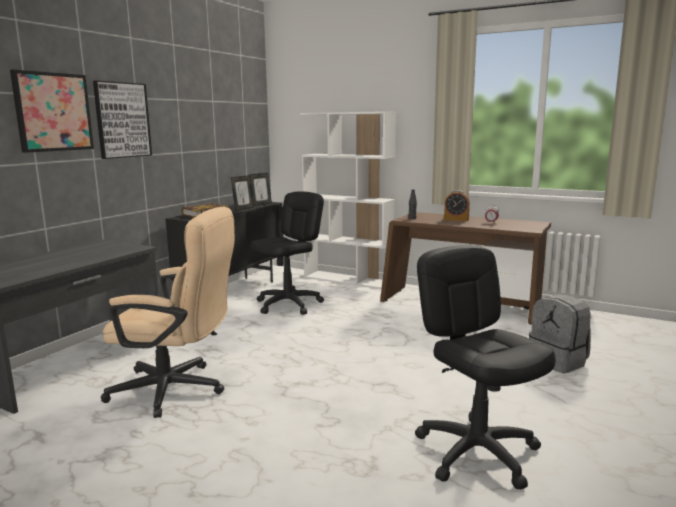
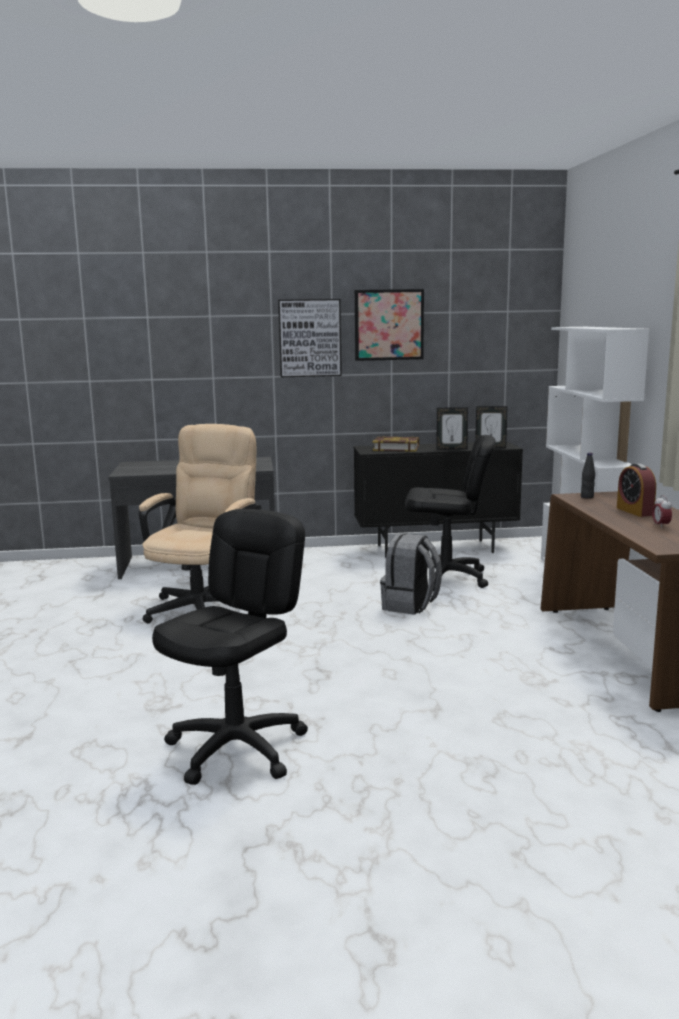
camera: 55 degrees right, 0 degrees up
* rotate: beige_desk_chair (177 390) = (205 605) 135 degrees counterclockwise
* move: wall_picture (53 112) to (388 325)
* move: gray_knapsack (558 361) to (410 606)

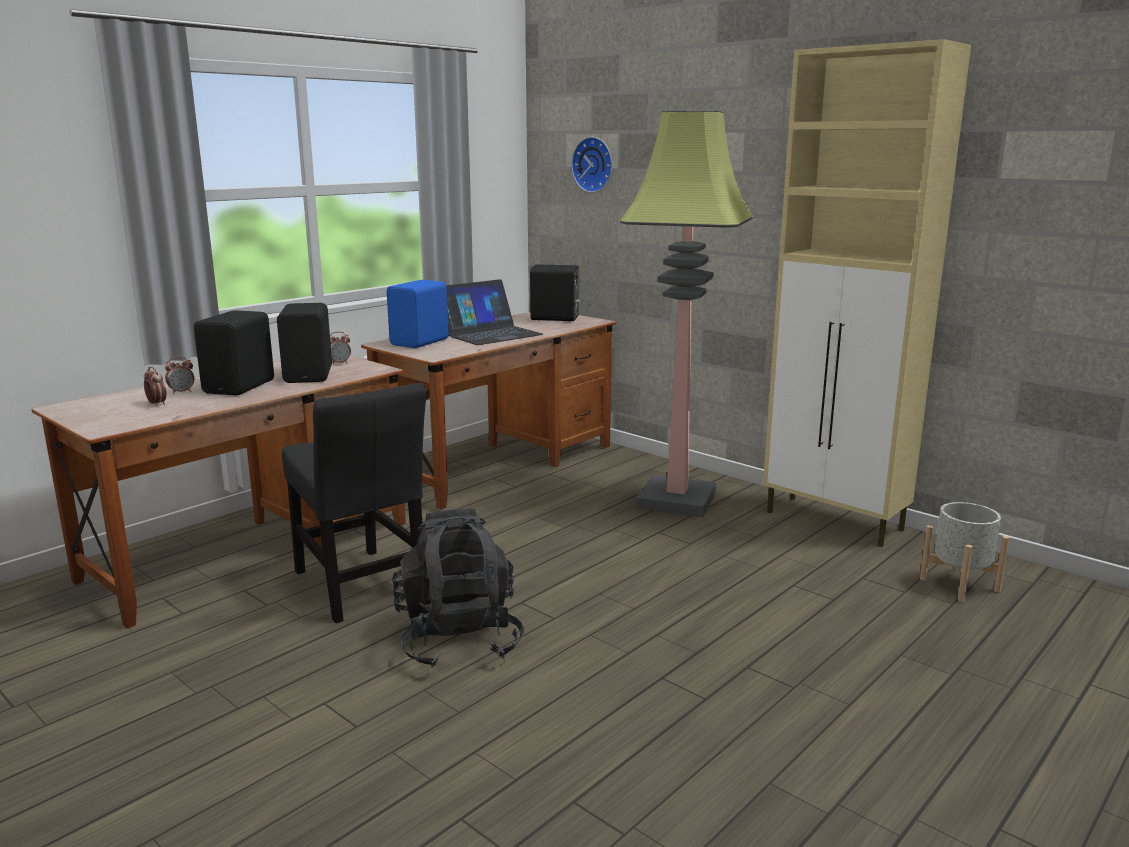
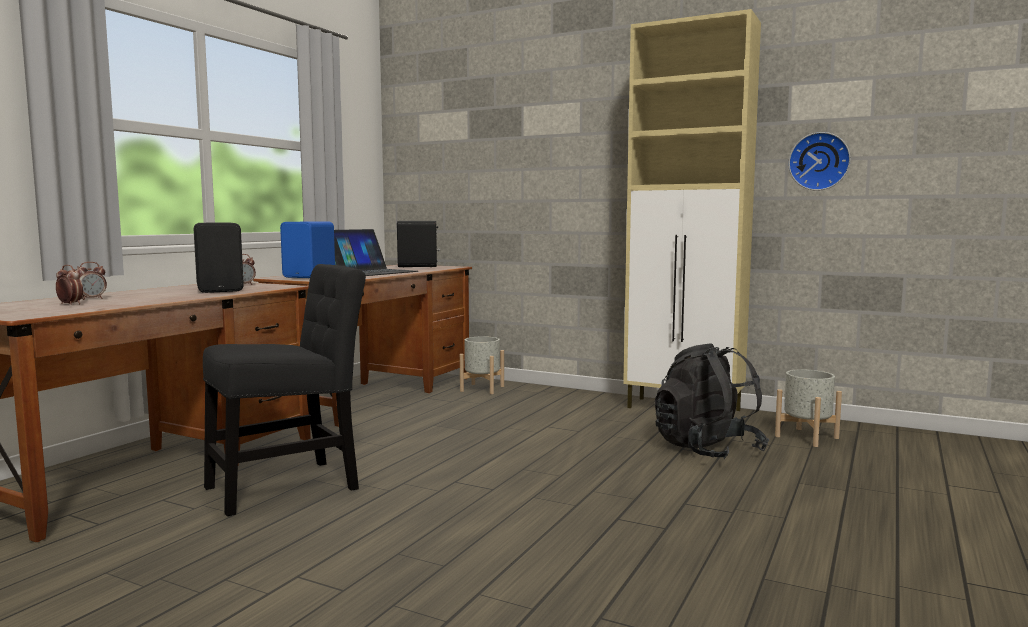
camera: 15 degrees left, 10 degrees down
* rotate: black_chair (361 587) = (290 486) 75 degrees counterclockwise
* insert: gray_plant_pot (482 389)
* move: black_knapsack (458 639) to (707 450)
* move: clock_on_the_wall (594 164) to (819 161)
* delete: black_loudspeaker (241 387)
* delete: standard_lamp (678 500)

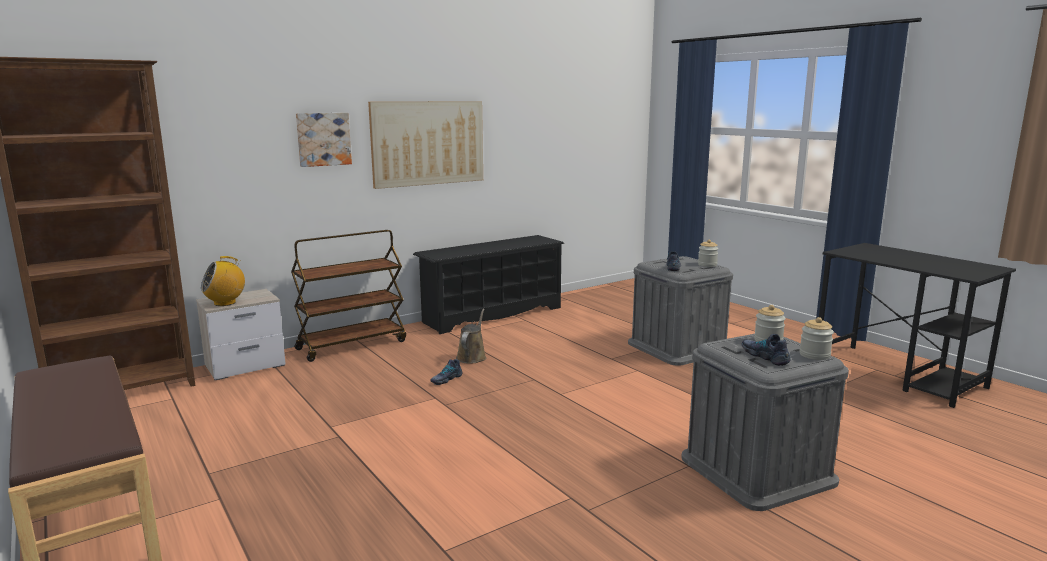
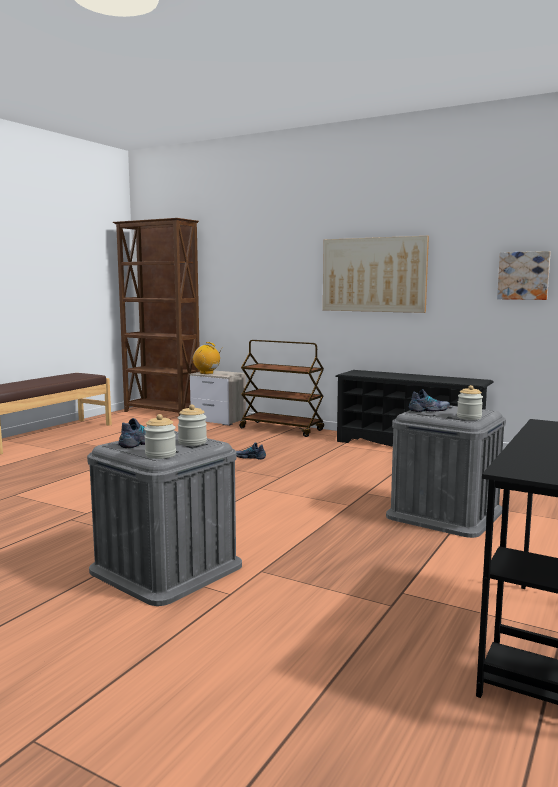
camera: 65 degrees right, 5 degrees down
* move: wall_picture (323 139) to (523 275)
* delete: brown_watering_can (472 356)

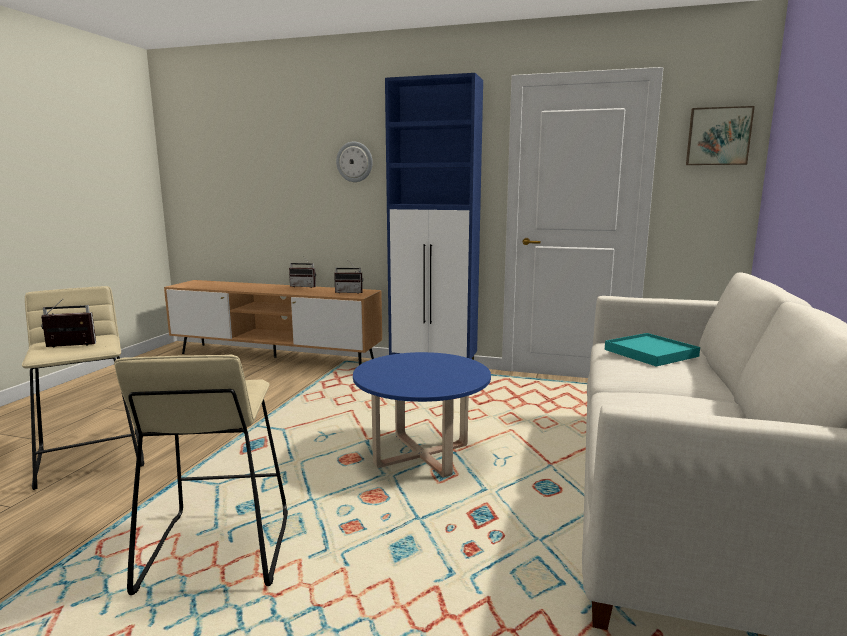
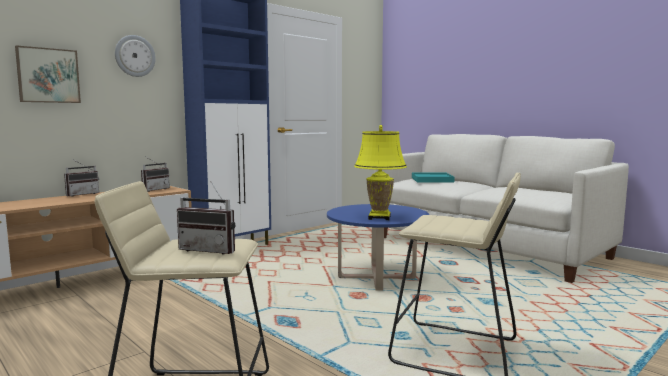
camera: 60 degrees left, 5 degrees down
* move: wall_picture (718 136) to (48 75)
* rotate: radio_receiver (69 347) = (211 250) 90 degrees counterclockwise
* insert: yellowish_lamp_for_a_table (379 217)

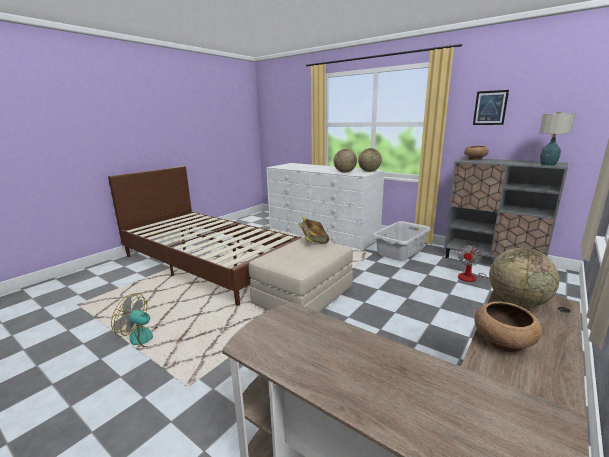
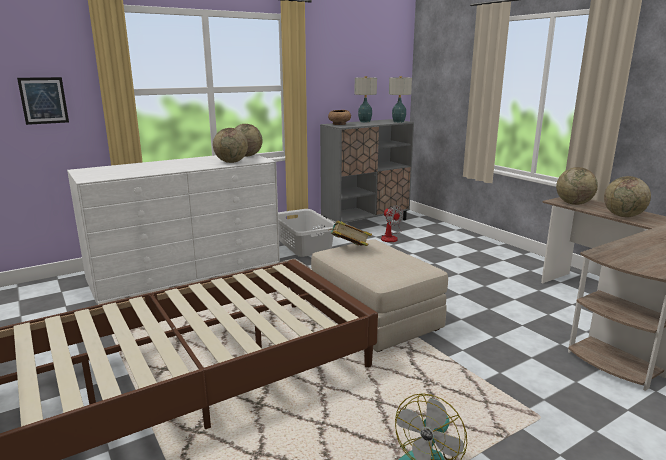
camera: 70 degrees left, 0 degrees up
* move: wall_picture (490 108) to (43 100)
* insert: lamp_for_a_table (364 121)
* replace: brown_deep_dish (503 342) to globe (623 216)

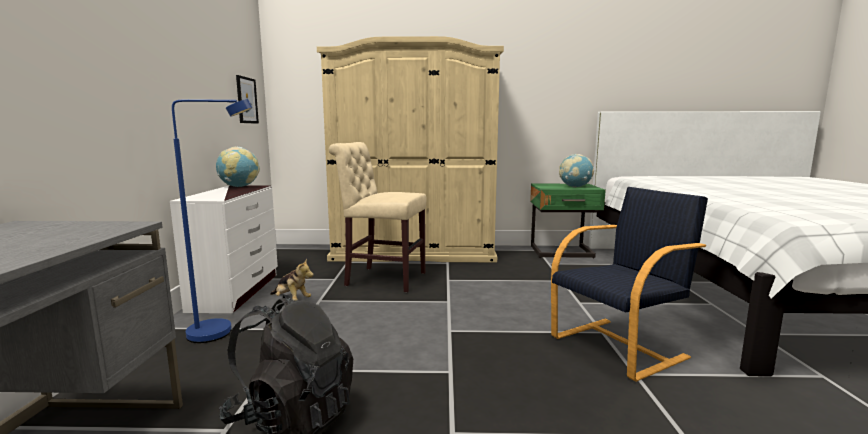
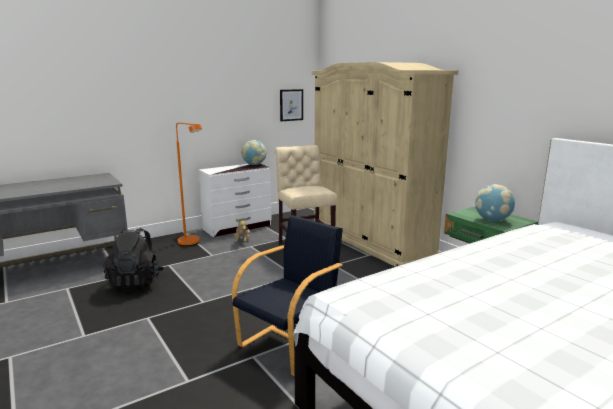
camera: 55 degrees right, 5 degrees up
* recolor: blue-coloured_standard_lamp (222 332) to orangey_standard_lamp (192 243)
* rotate: black_lounge_chair (619 347) = (290 345) 75 degrees counterclockwise

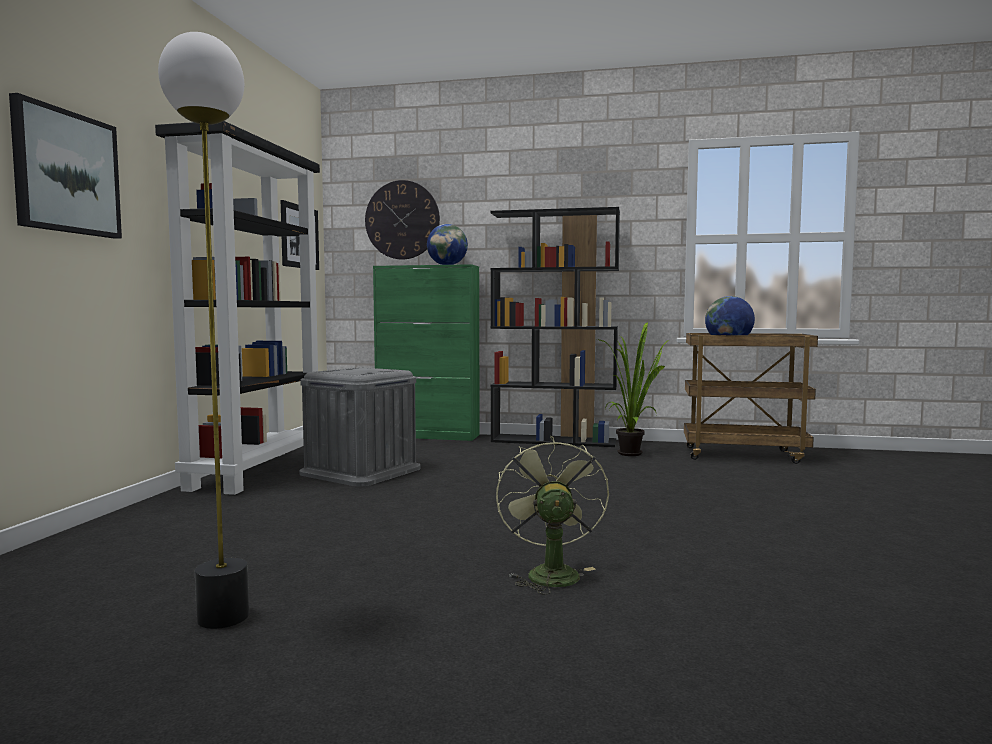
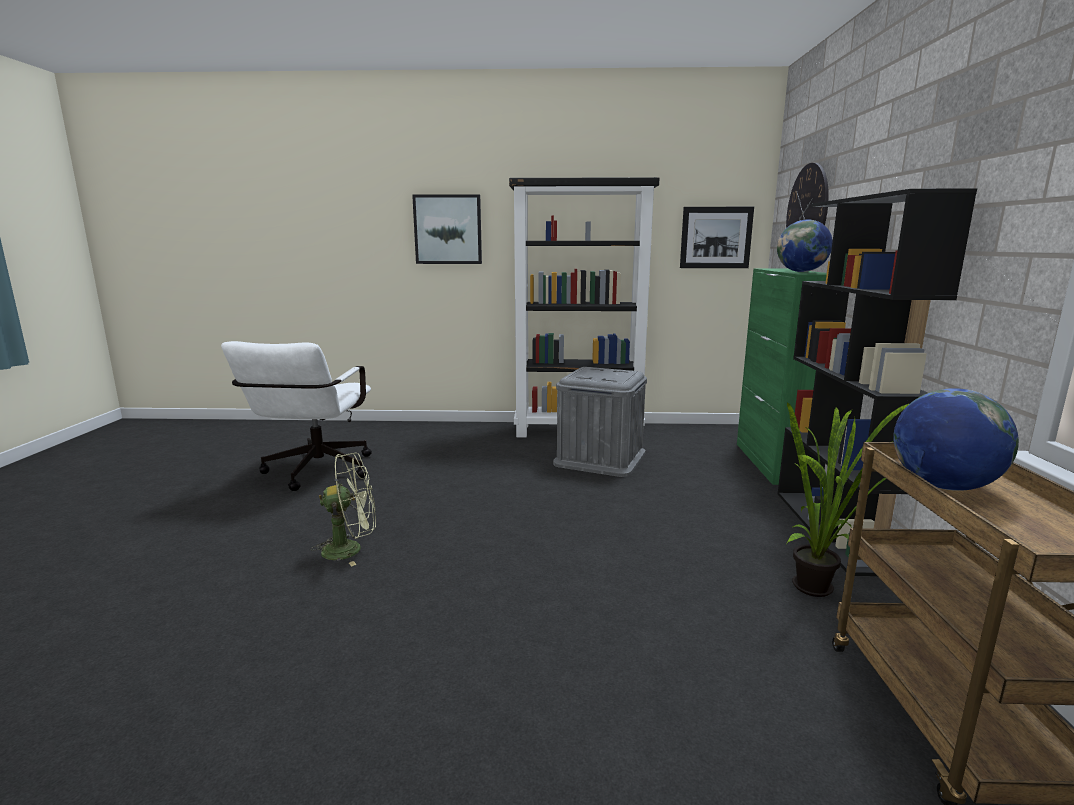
camera: 80 degrees right, 10 degrees up
* replace: standard_lamp (223 617) to white_desk_chair (314 474)

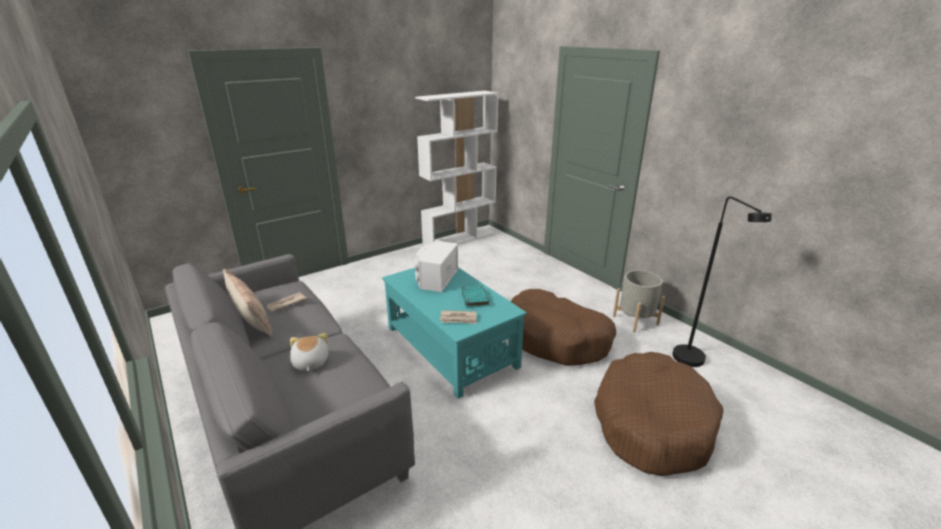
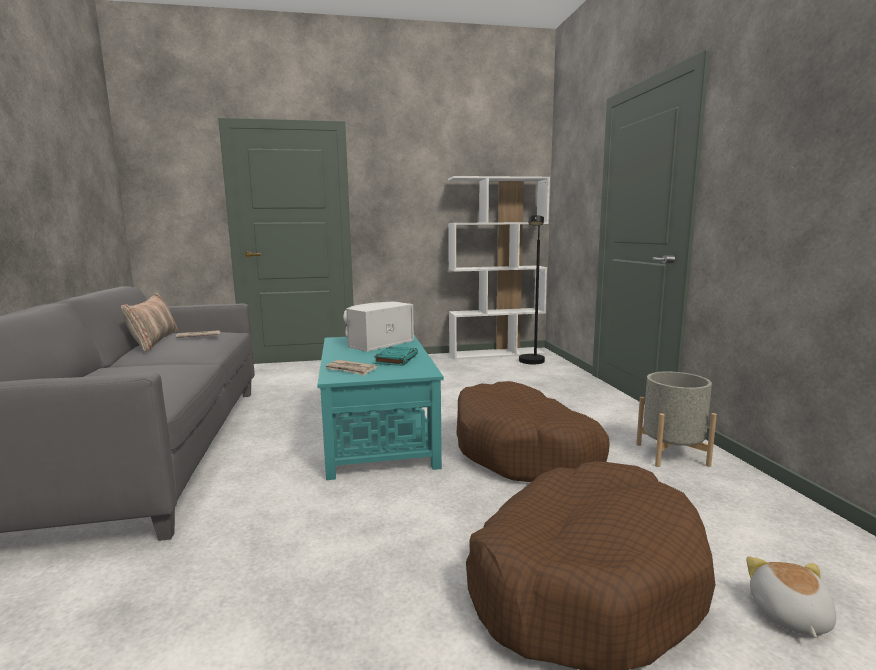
camera: 25 degrees right, 15 degrees down
* move: black_standard_lamp (694 363) to (532 363)
* move: soft_toy (310 363) to (789 616)

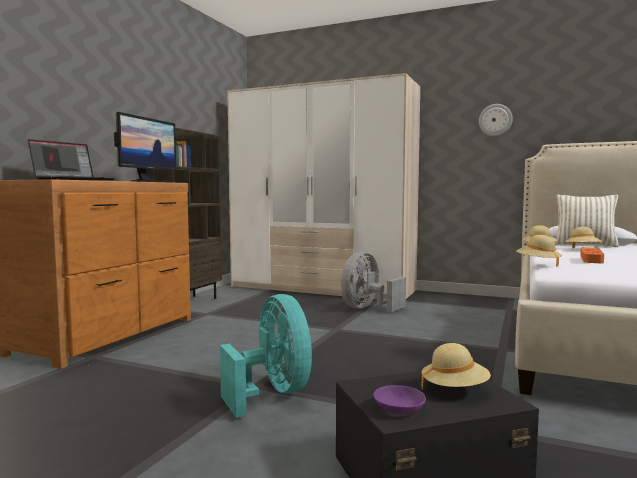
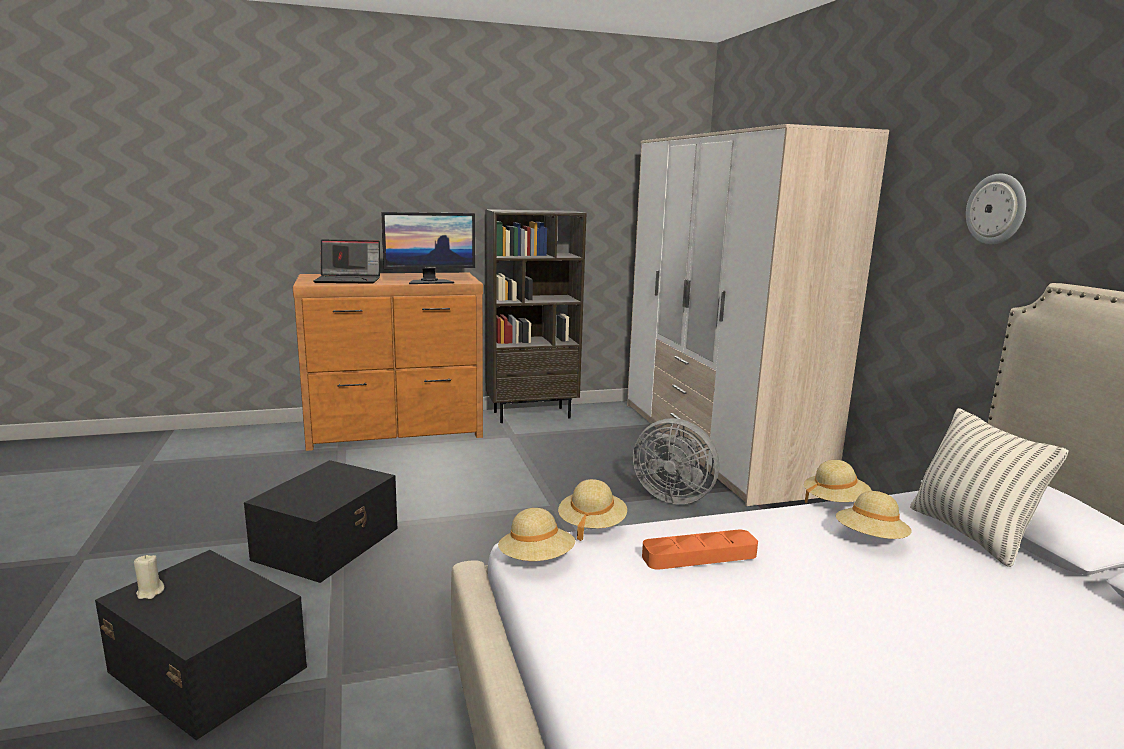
camera: 50 degrees right, 10 degrees up
* replace: purplish_deep_dish (398 409) to beige_wax_candle (150 592)
* replace: turquoise-coloured_cooling_fan (273 393) to black_storage_container (328 543)
* move: beige_hat (454 389) to (536 560)
* rotate: gray_cooling_fan (368 308) = (672 496) 150 degrees counterclockwise

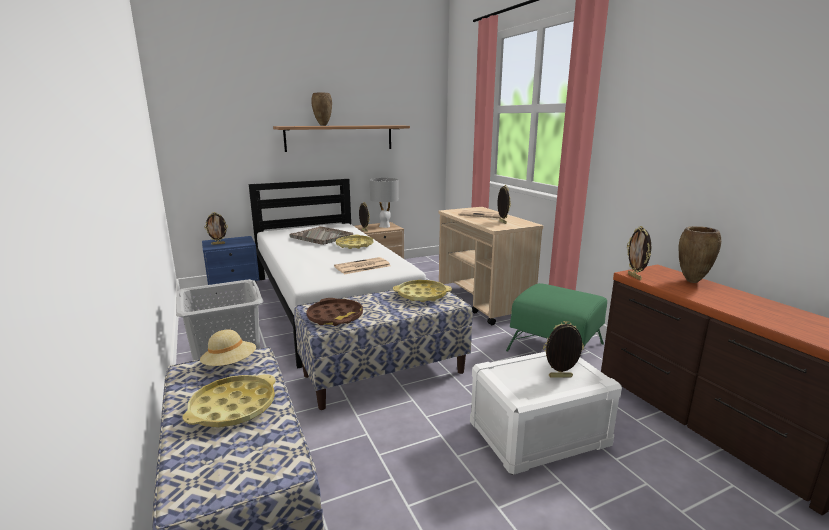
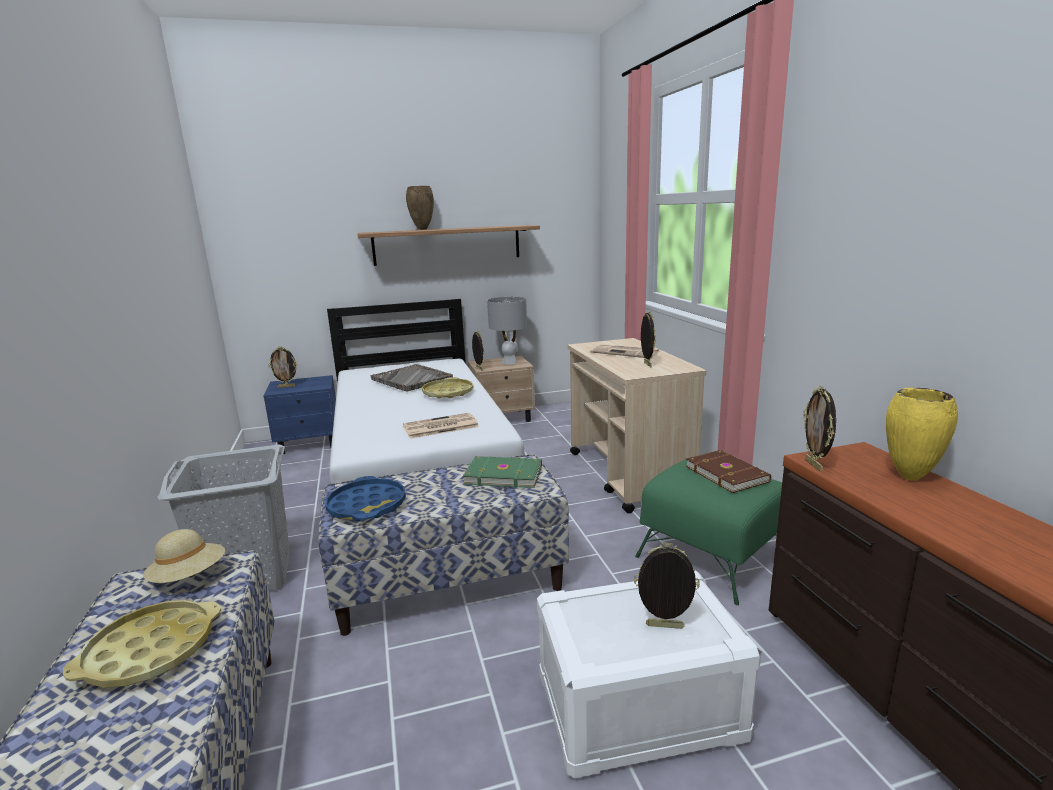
camera: 10 degrees right, 0 degrees up
* recolor: brown_tray (335 317) to blue-coloured_tray (367 506)
* replace: yellowish_tray (422 295) to green-coloured_book (503 474)
* insert: brown_book (727 473)
* recolor: brown_decorative_vase (691 281) to yellowish_decorative_vase (908 477)

